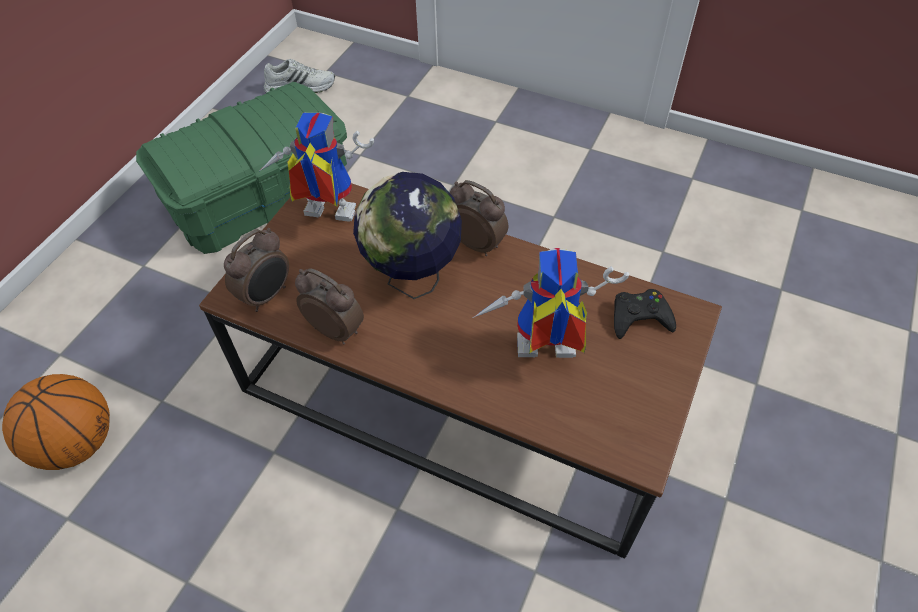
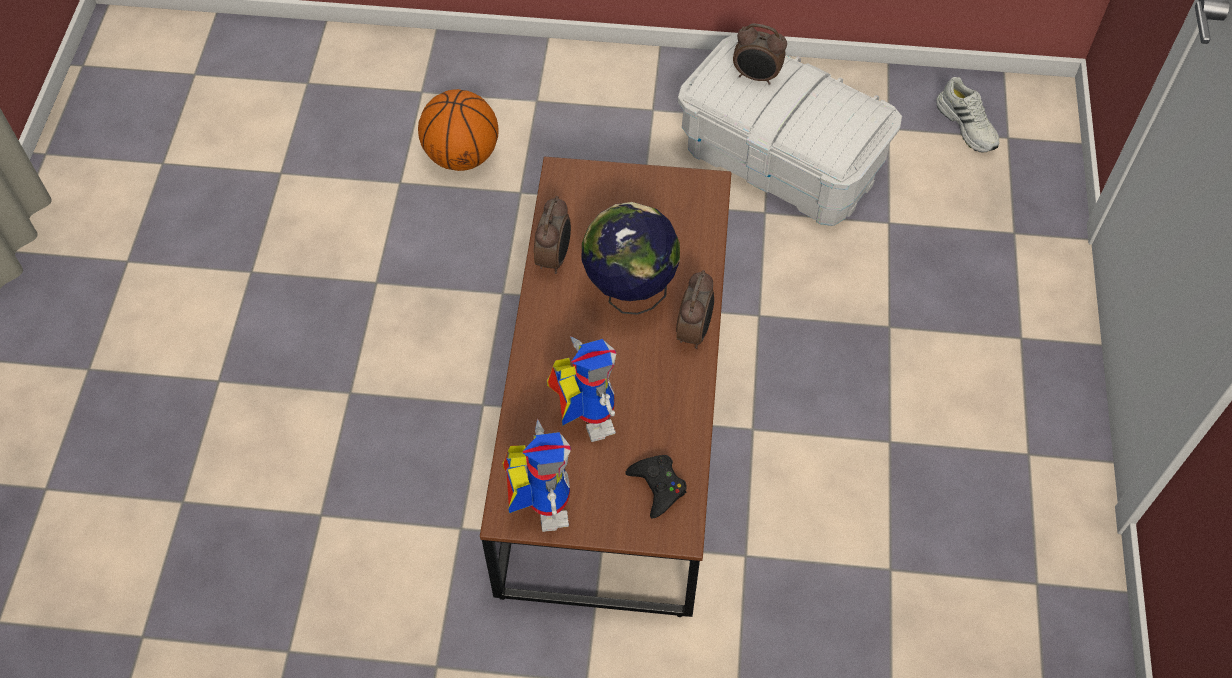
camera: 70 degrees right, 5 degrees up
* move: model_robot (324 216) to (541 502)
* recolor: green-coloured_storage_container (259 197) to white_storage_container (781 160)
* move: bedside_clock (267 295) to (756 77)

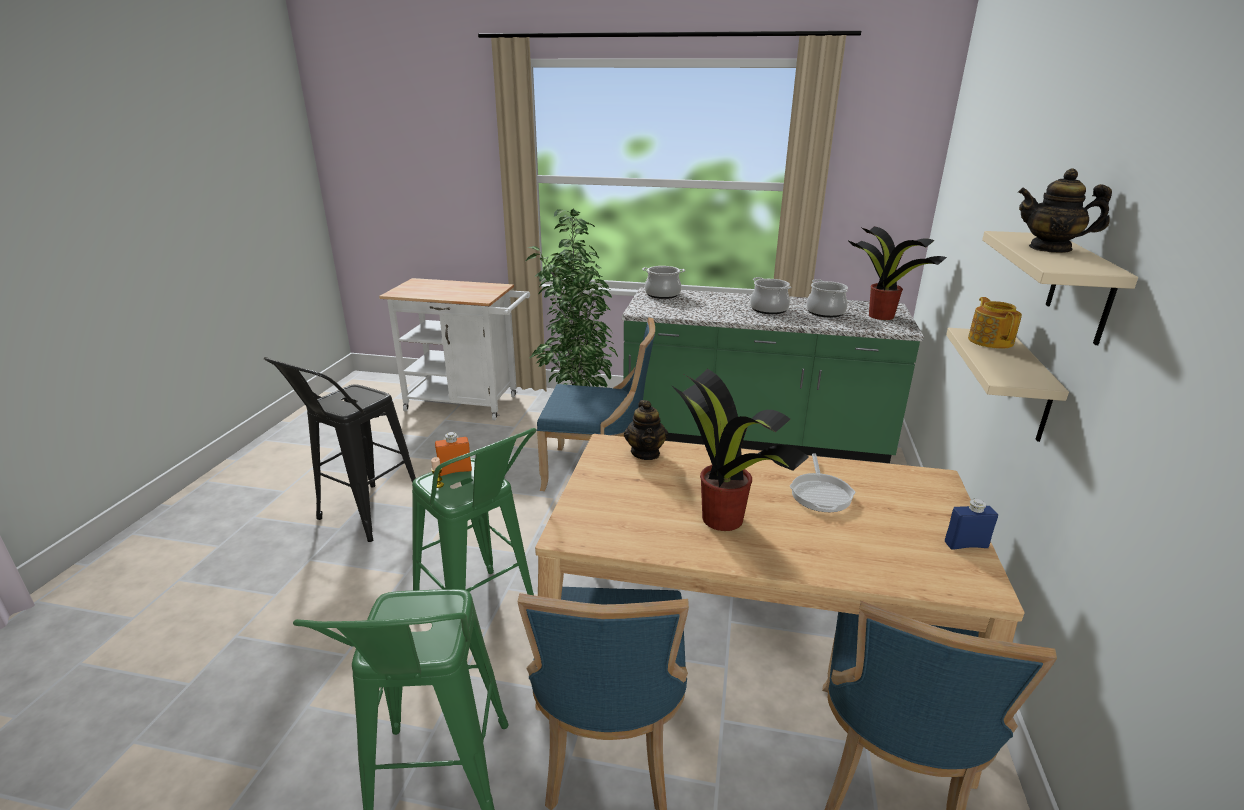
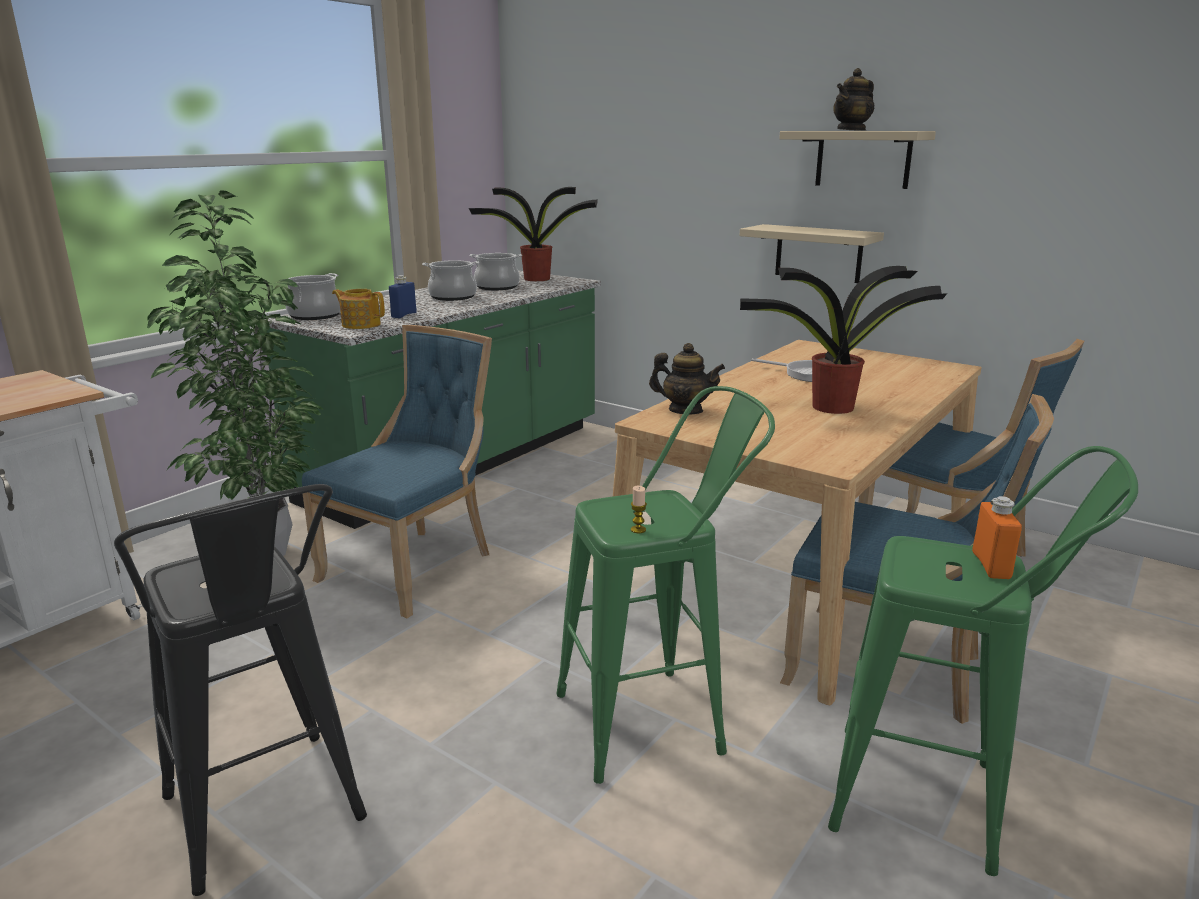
camera: 65 degrees left, 5 degrees down
* move: pot_for_tea (990 341) to (360 324)
* move: blue-coloured_bottle (966 544) to (404 315)
* move: orangey_bottle (455 471) to (991 565)

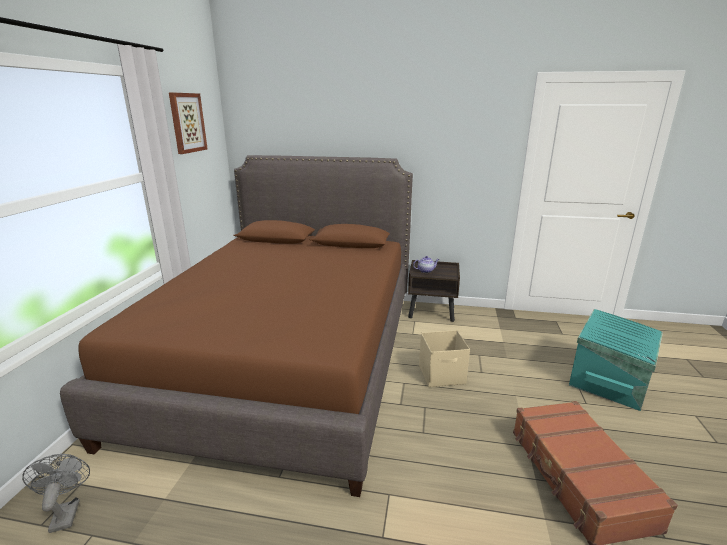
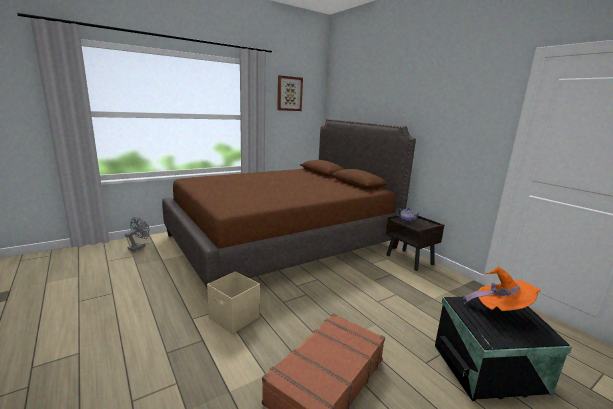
camera: 45 degrees right, 5 degrees down
* move: beige_storage_container (442 375) to (234 318)
* recolor: turquoise-coloured_storage_container (611 379) to black_storage_container (490 370)
* insert: orangey_hat (500 310)

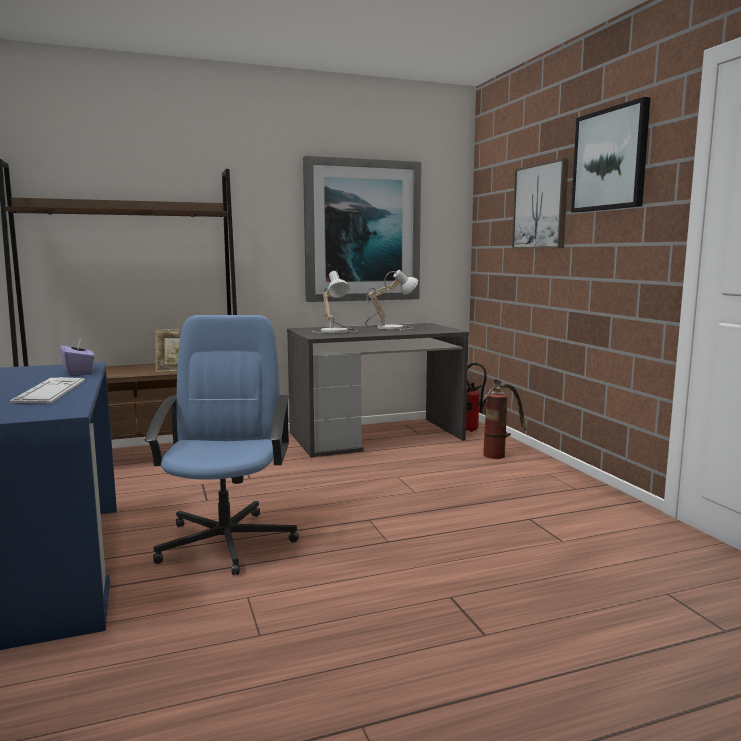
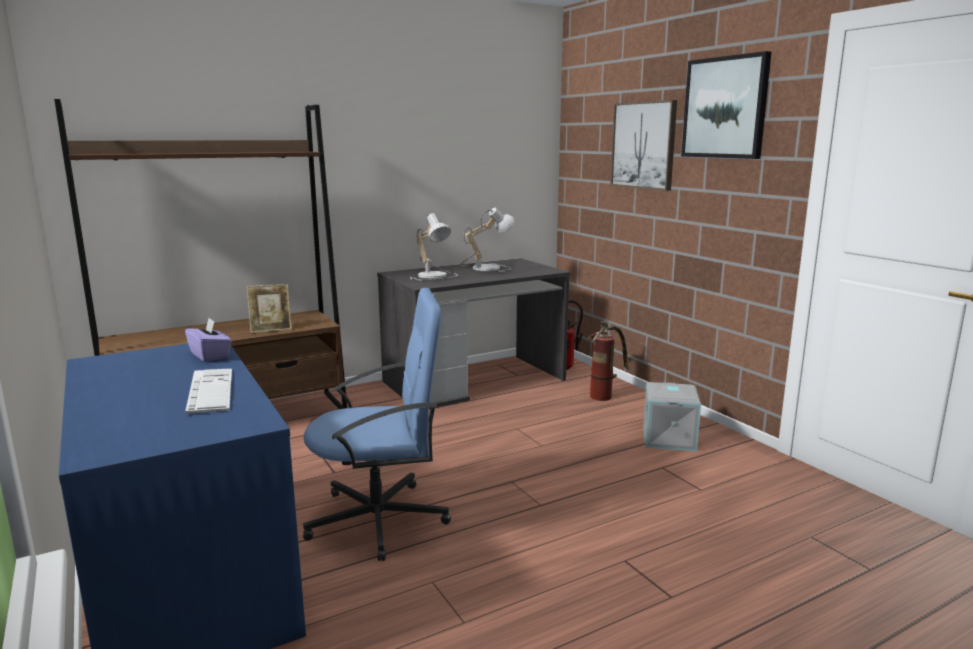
camera: 10 degrees left, 5 degrees up
* rotate: blue-coloured_desk_chair (227 541) = (380 519) 90 degrees clockwise
* insert: gray_storage_container (670 439)
* delete: wall_picture (362 231)

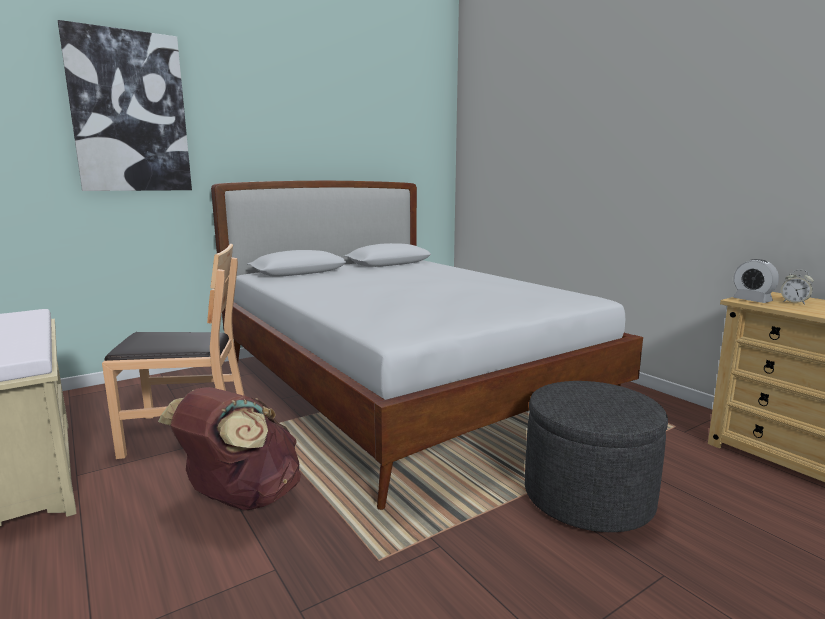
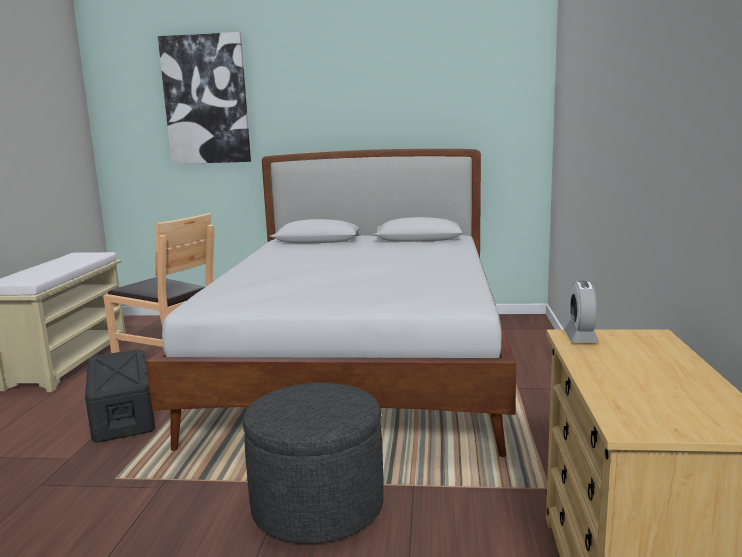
camera: 40 degrees right, 0 degrees up
* replace: brown_knapsack (241 499) to black_storage_container (122 413)
* delete: bedside_clock (794 302)

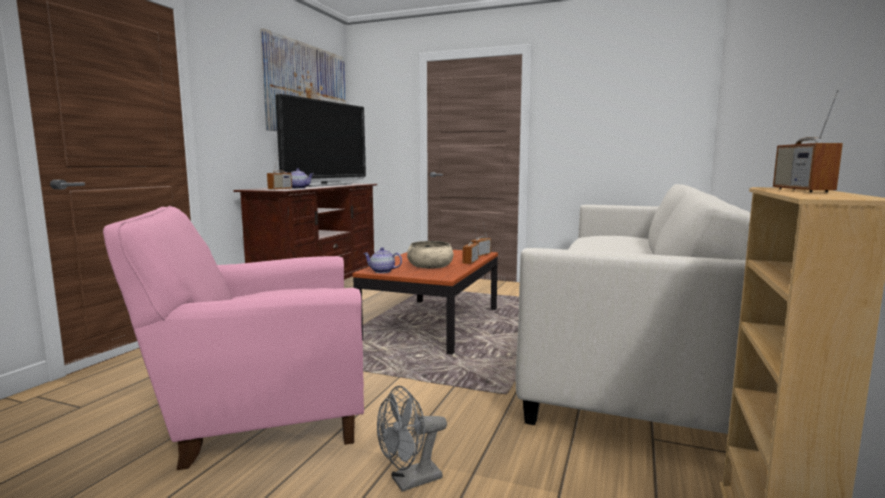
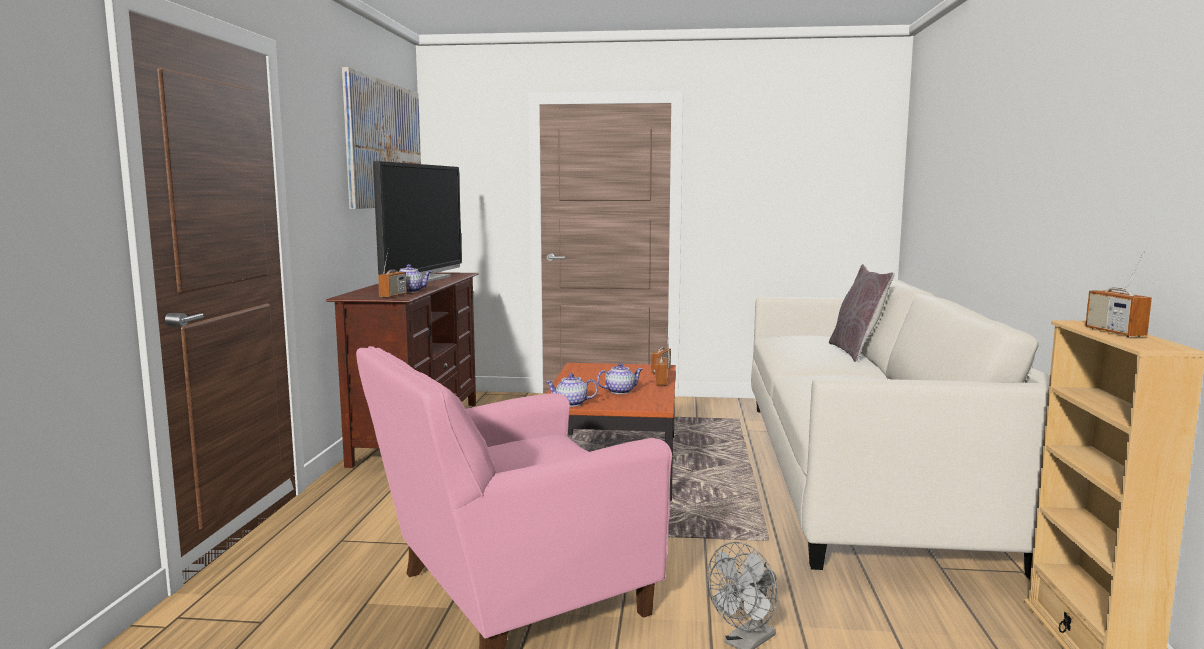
camera: 15 degrees left, 0 degrees up
* replace: beige_deep_dish (430 266) to pot_for_tea (620 391)
* insert: gray_cushion (856 352)

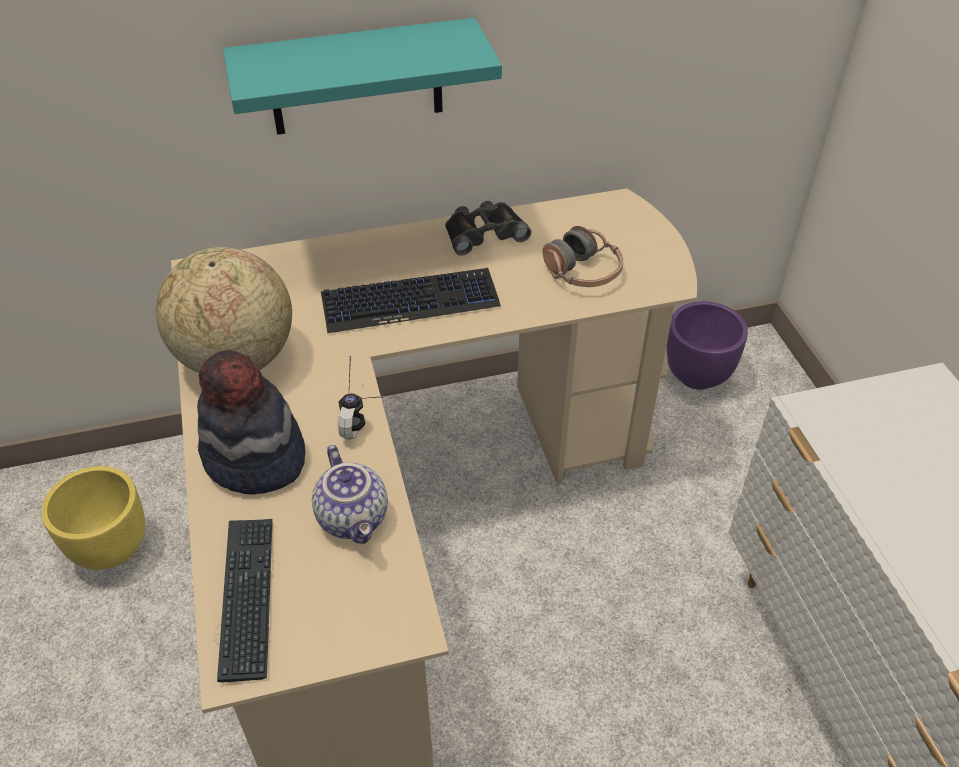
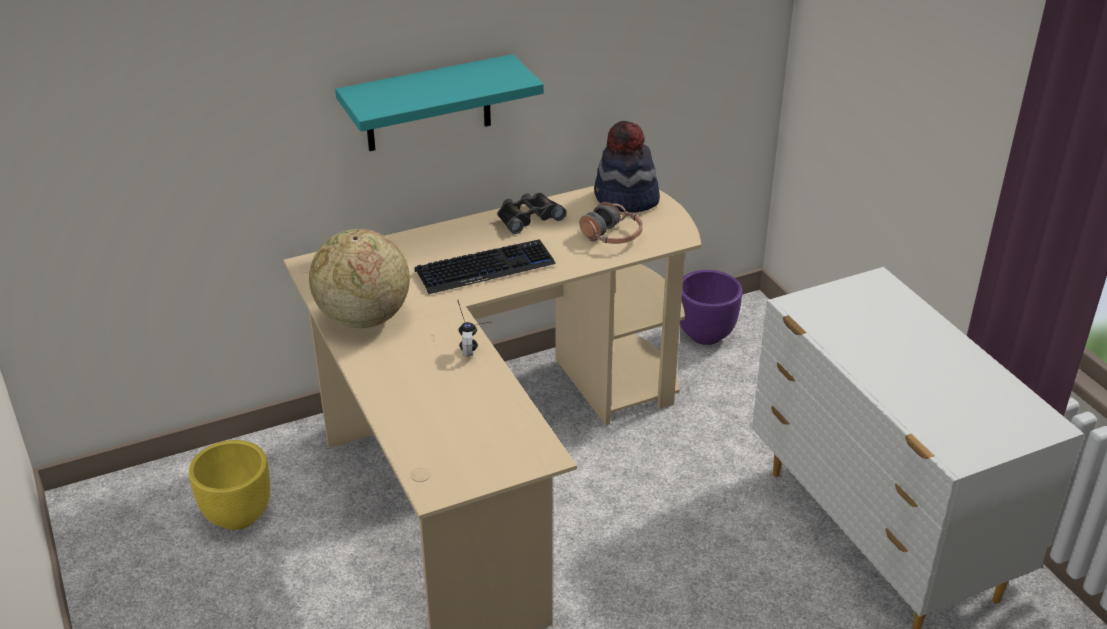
camera: 10 degrees left, 10 degrees down
* move: hat (254 459) to (626 199)
* delete: keyboard (247 597)
* delete: pot_for_tea (354 518)

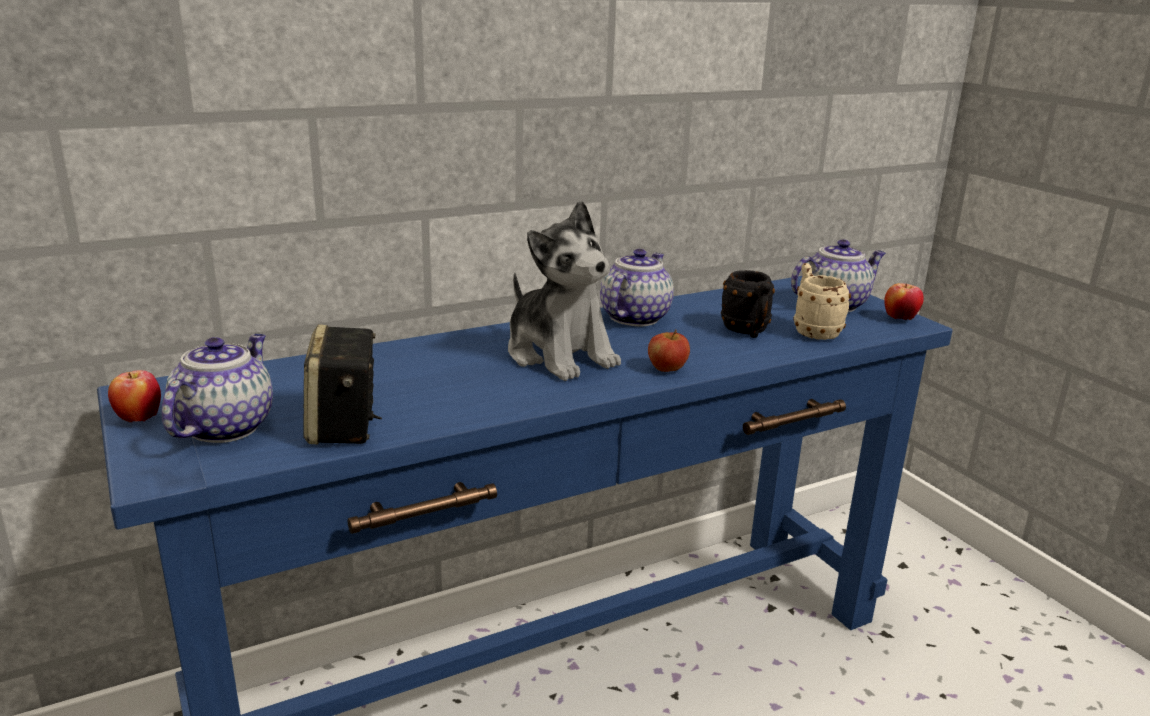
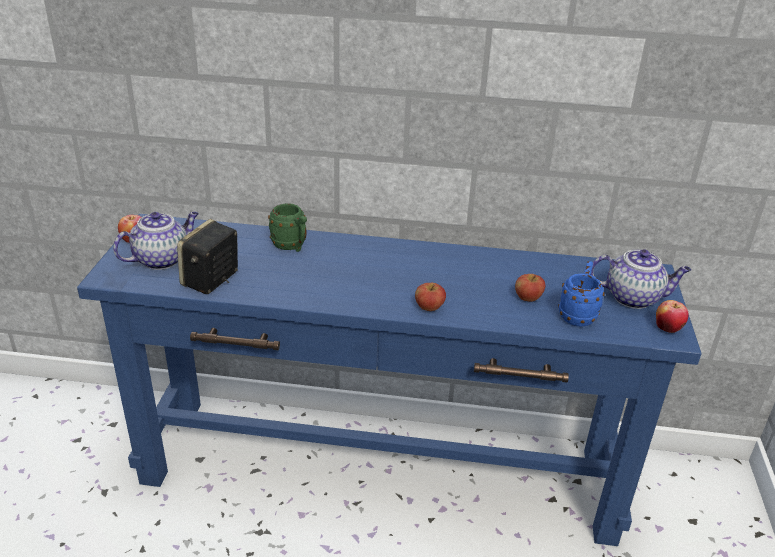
camera: 35 degrees right, 10 degrees up
* insert: green-coloured_tea_mug (292 246)
* replace: black_tea_mug (747 332) to apple_fruit (528 298)
* recolor: beige_tea_mug (813 331) to blue-coloured_tea_mug (578 314)
* delete: soft_toy (559 355)
* delete: pot_for_tea (634 317)

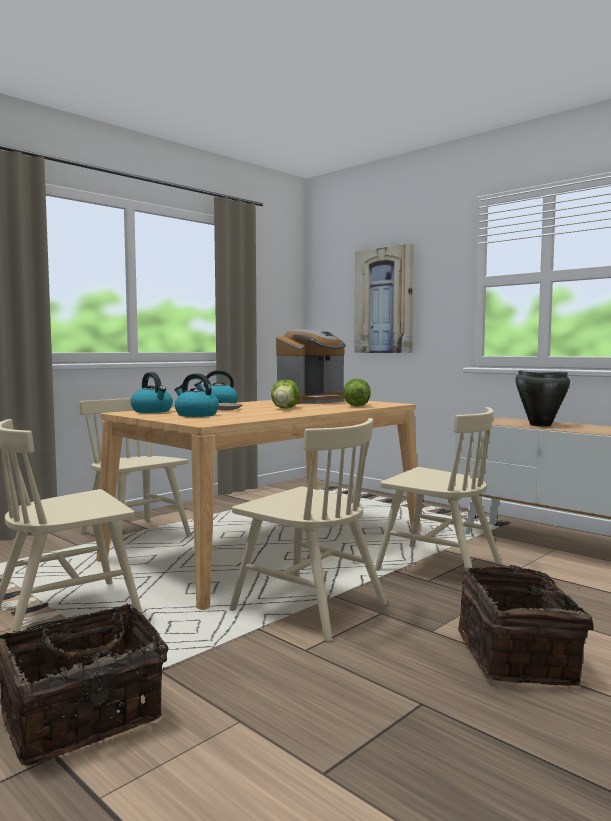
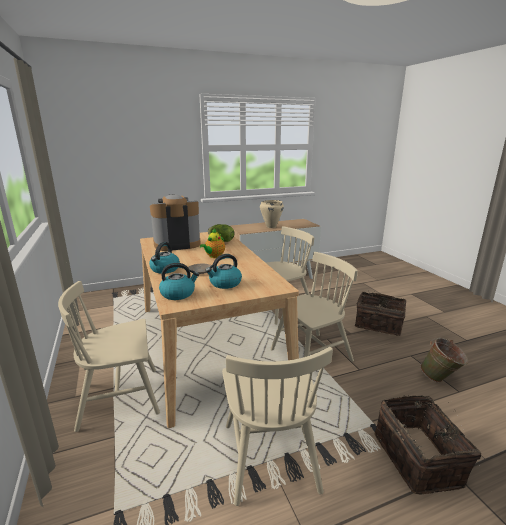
camera: 65 degrees left, 15 degrees up
* rotate: coffee_machine (312 401) = (177 244) 90 degrees counterclockwise
* replace: lettuce (286 408) to pot_for_tea (214 256)
* recolor: black_stockpot (540 425) to beige_stockpot (271 227)
* insert: green-coloured_bucket (440 379)
* delete: wall_picture (384 300)

